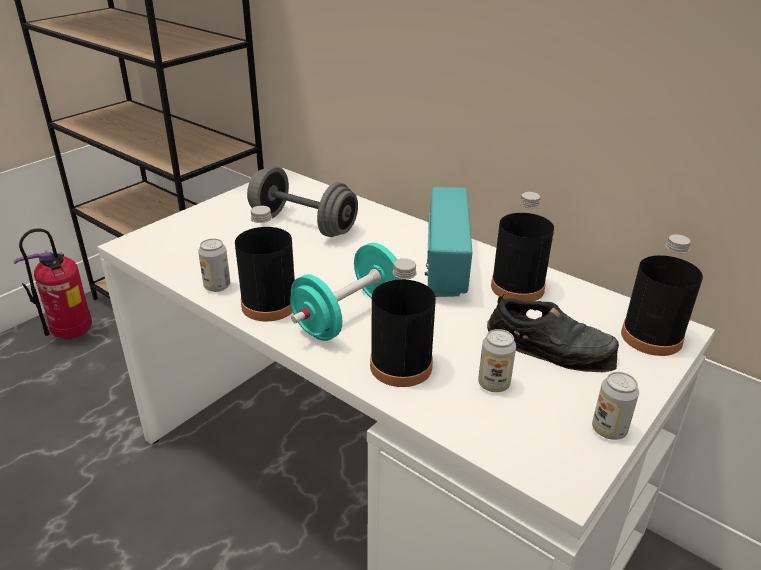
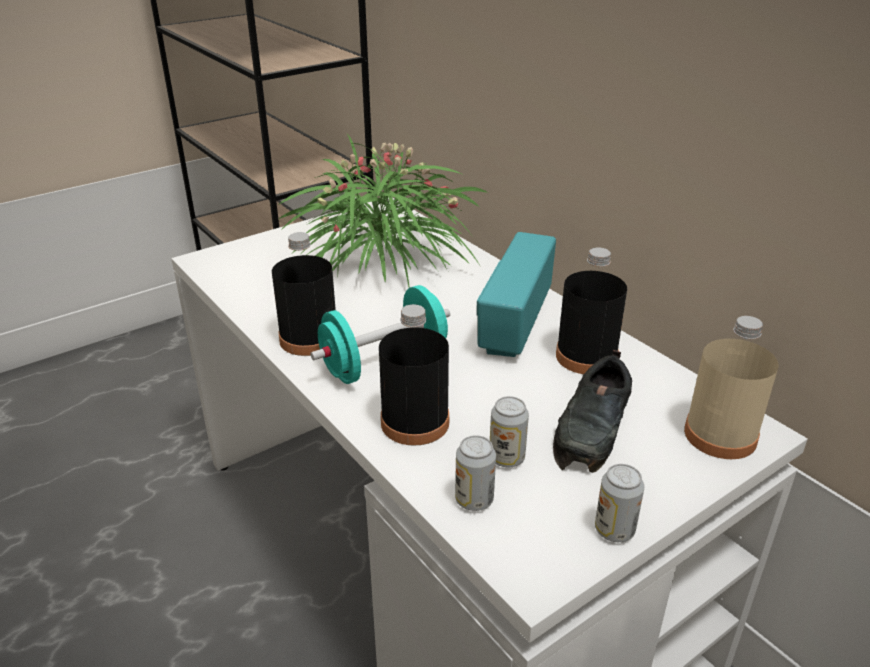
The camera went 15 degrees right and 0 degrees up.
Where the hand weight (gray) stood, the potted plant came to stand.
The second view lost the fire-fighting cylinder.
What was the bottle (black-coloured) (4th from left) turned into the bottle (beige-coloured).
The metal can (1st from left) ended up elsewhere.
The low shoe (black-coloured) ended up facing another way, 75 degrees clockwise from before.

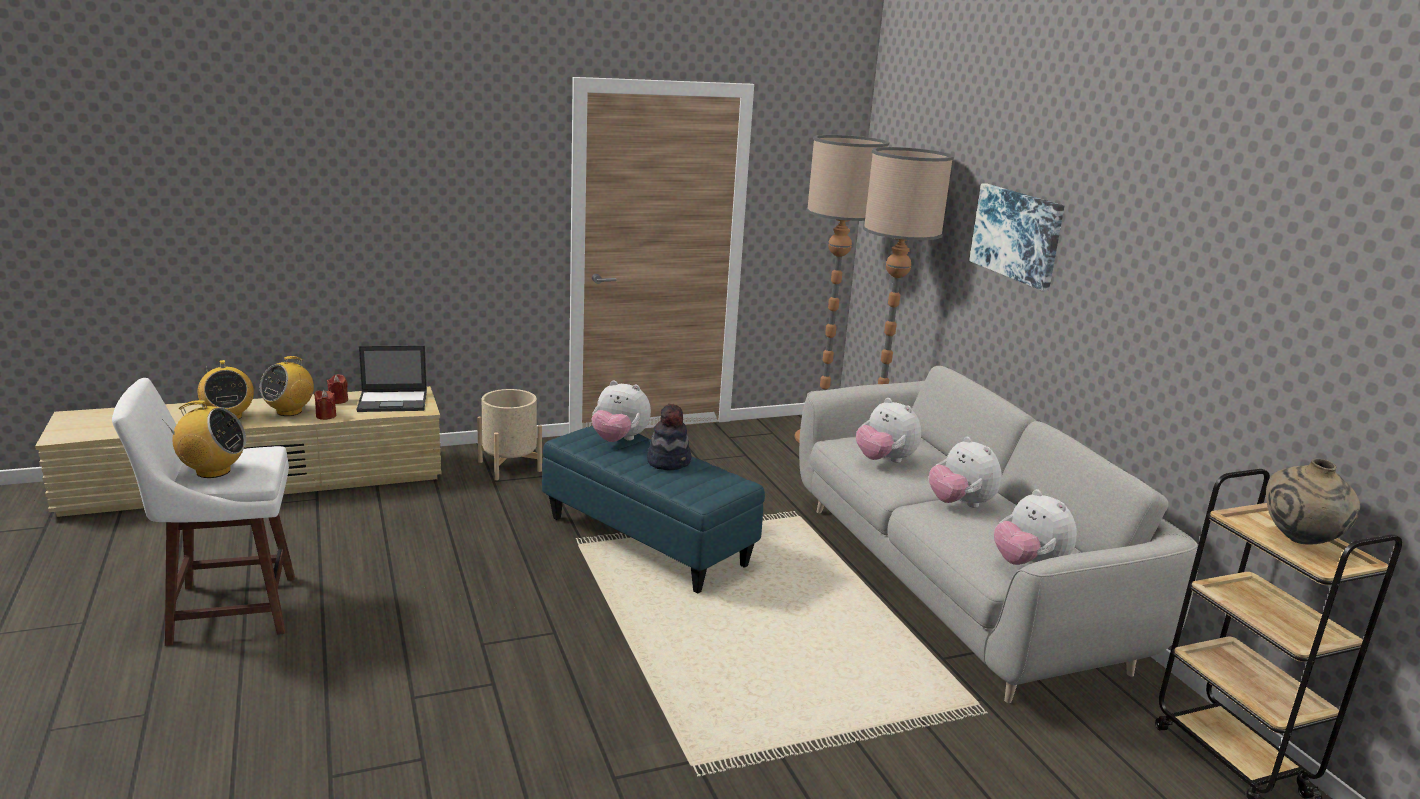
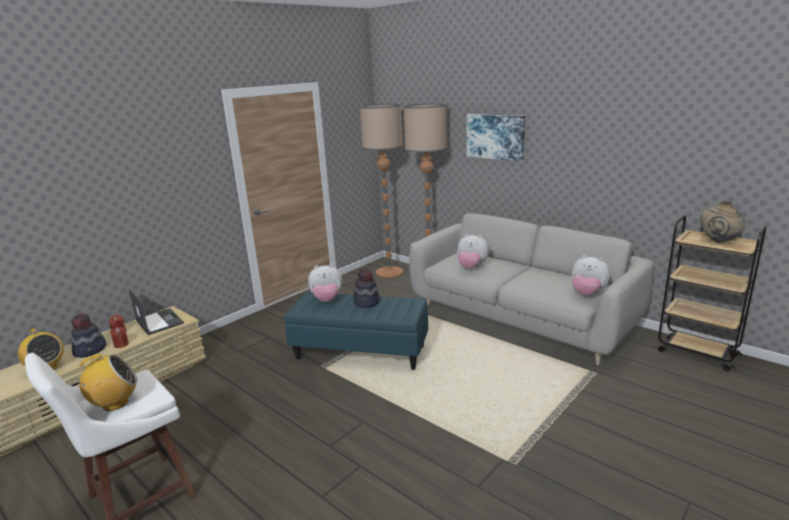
The camera went 25 degrees left and 0 degrees up.
The notebook computer ended up facing another way, 90 degrees counterclockwise from before.
Where the radio set (3rd from left) stood, the hat (1st from left) came to stand.
The second view lost the plant pot (beige-coloured).
The second view lost the plush toy (3rd from left).

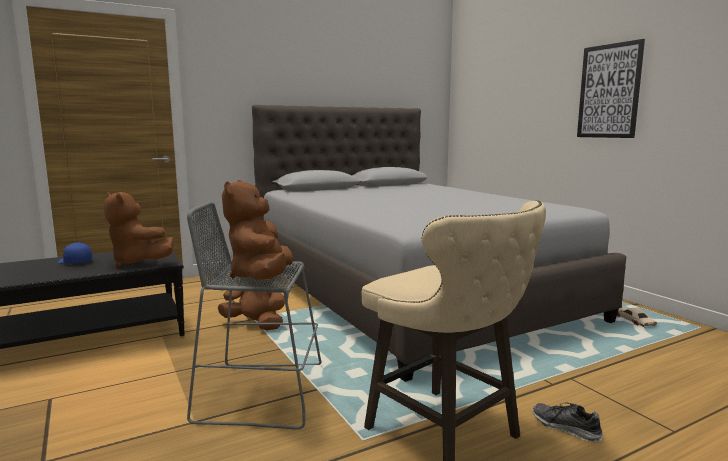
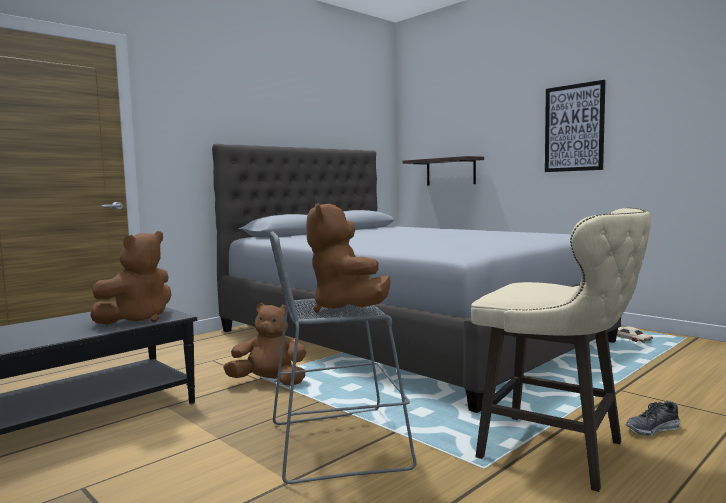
The camera went 15 degrees left and 5 degrees down.
The plush toy (brown) (1st from left) ended up facing another way, 75 degrees counterclockwise from before.
The second view lost the baseball cap (blue-coloured).
The low shoe ended up facing another way, 45 degrees counterclockwise from before.
The second view gained the wall shelf.

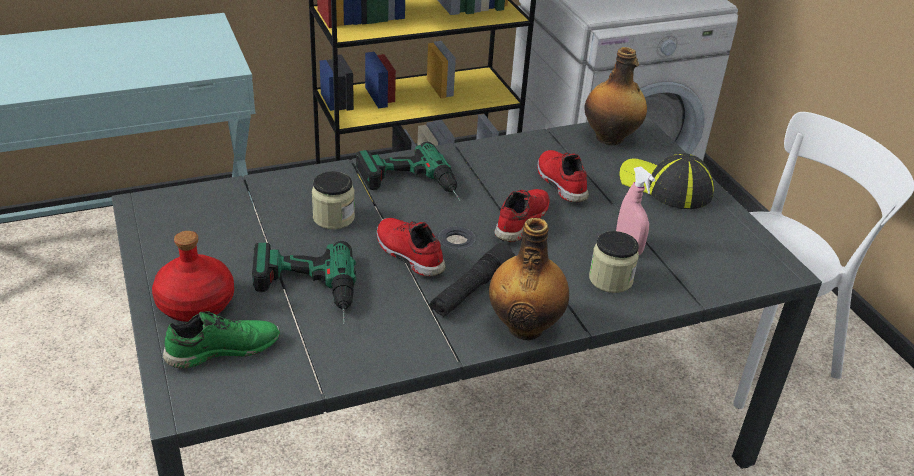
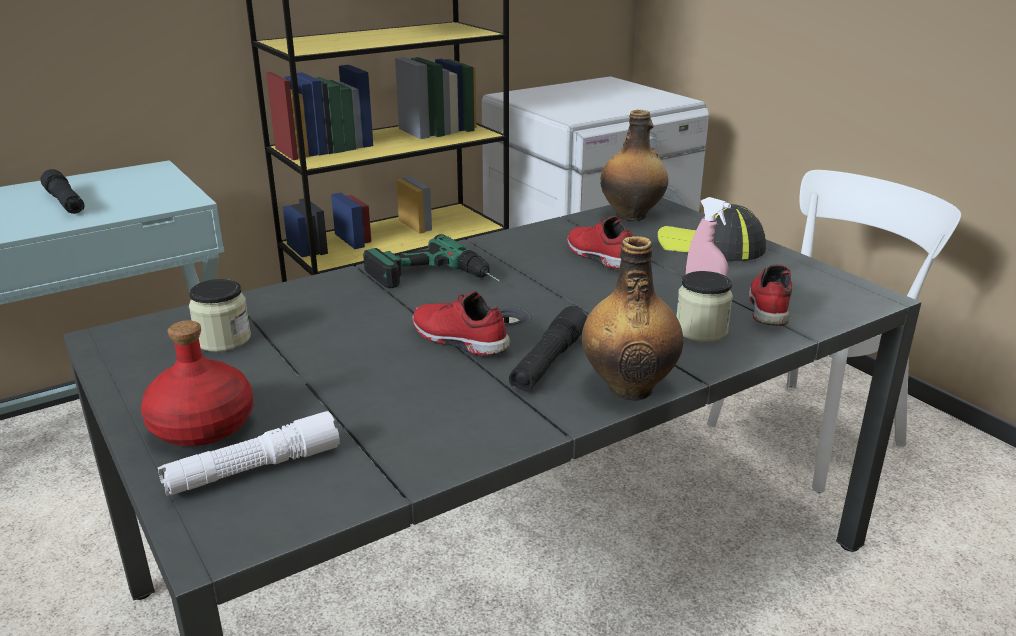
The camera went 10 degrees left and 10 degrees down.
The preserve jar (1st from left) ended up elsewhere.
The low shoe (reddish) (2nd from left in the first image) ended up elsewhere.
The second view lost the electric drill (1st from left).
Where the low shoe (greenish) stood, the hand torch (white) came to stand.
The second view gained the hand torch (black-coloured) (1st from left).

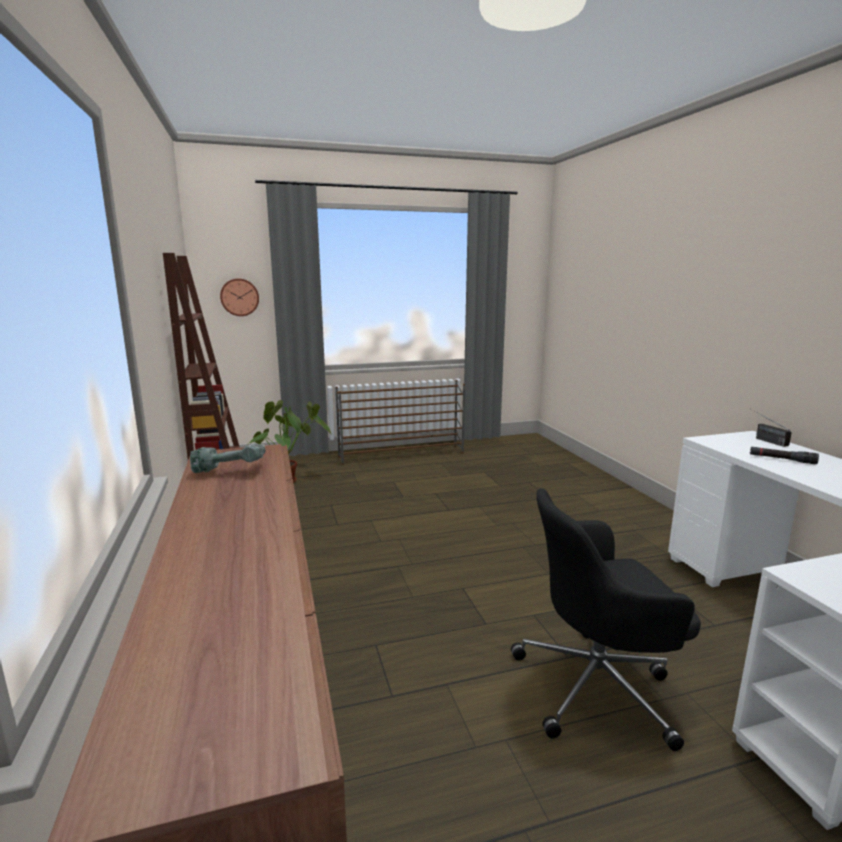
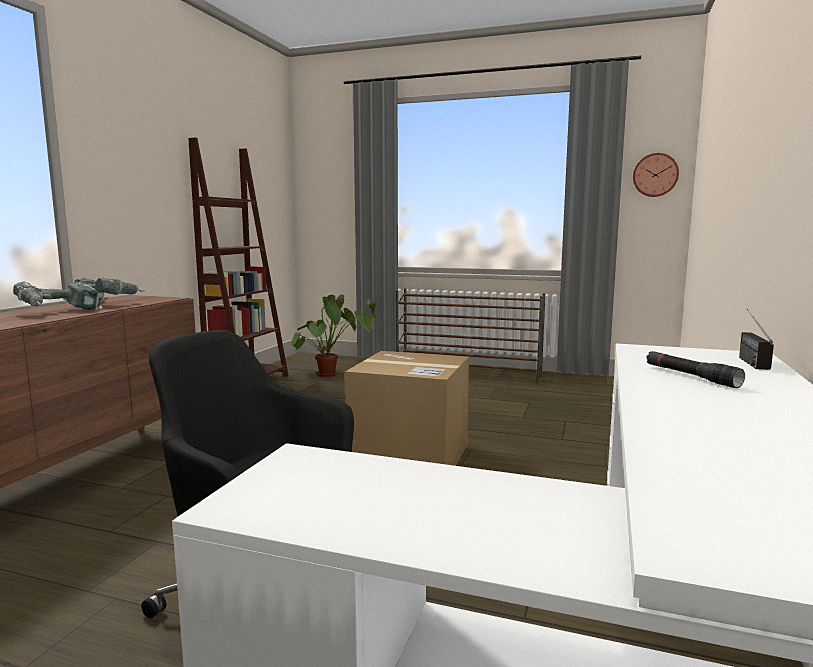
The camera went 35 degrees right and 5 degrees down.
The hanging clock ended up elsewhere.
The second view gained the electric drill (1st from left).
The second view gained the packing box.

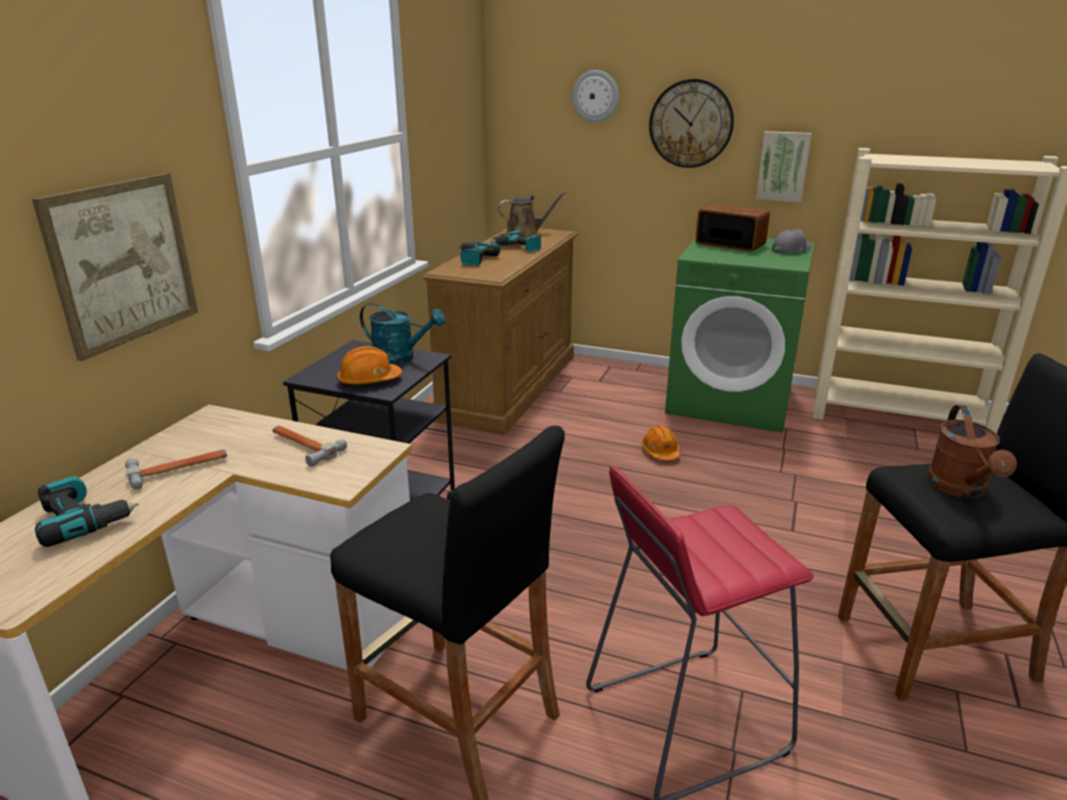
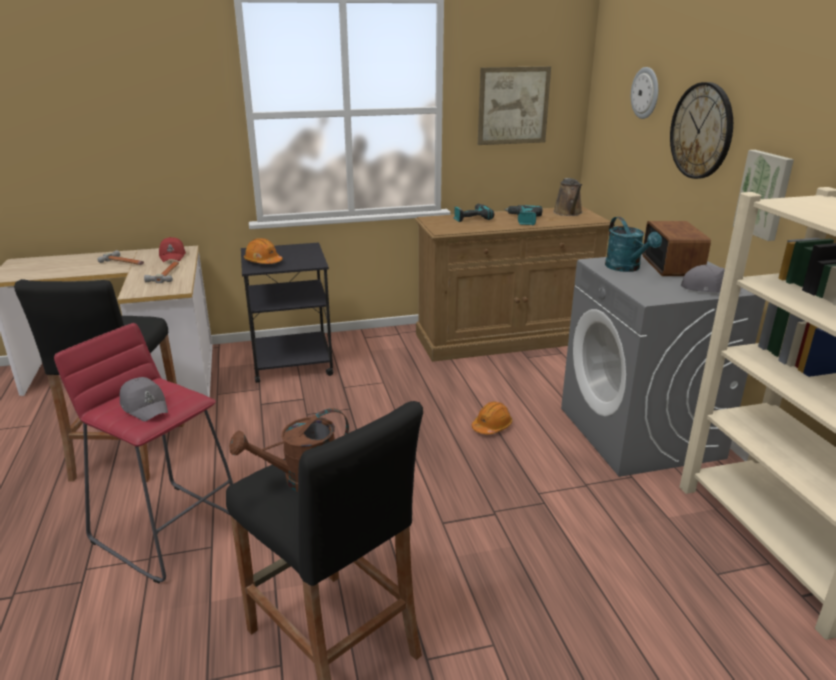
The camera went 55 degrees right and 0 degrees up.
The wall picture (1st from left) ended up elsewhere.
The watering can (brown) (1st from left in the first image) ended up facing another way, 45 degrees clockwise from before.
What was the laundry appliance (greenish) turned into the laundry appliance (gray).
The watering can (blue-green) ended up elsewhere.
The second view lost the electric drill (1st from left).
The second view gained the baseball cap (reddish).
The second view gained the baseball cap (gray) (1st from left).

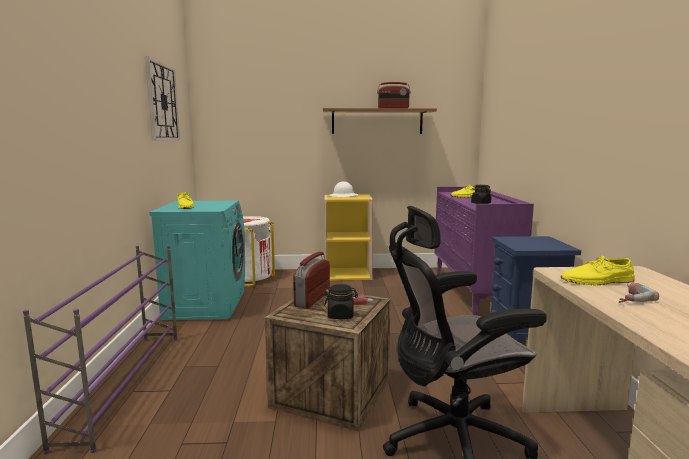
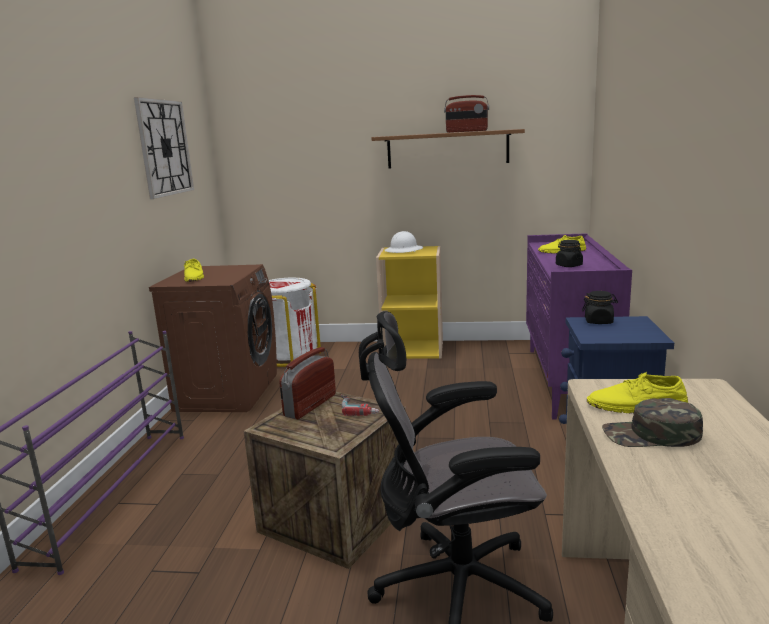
The camera went 10 degrees right and 5 degrees up.
What was the laundry appliance (blue-green) turned into the laundry appliance (brown).
Where the electric drill (2nd from left) stood, the baseball cap (greenish) came to stand.
The preserve jar (black-coloured) (1st from left in the first image) ended up elsewhere.

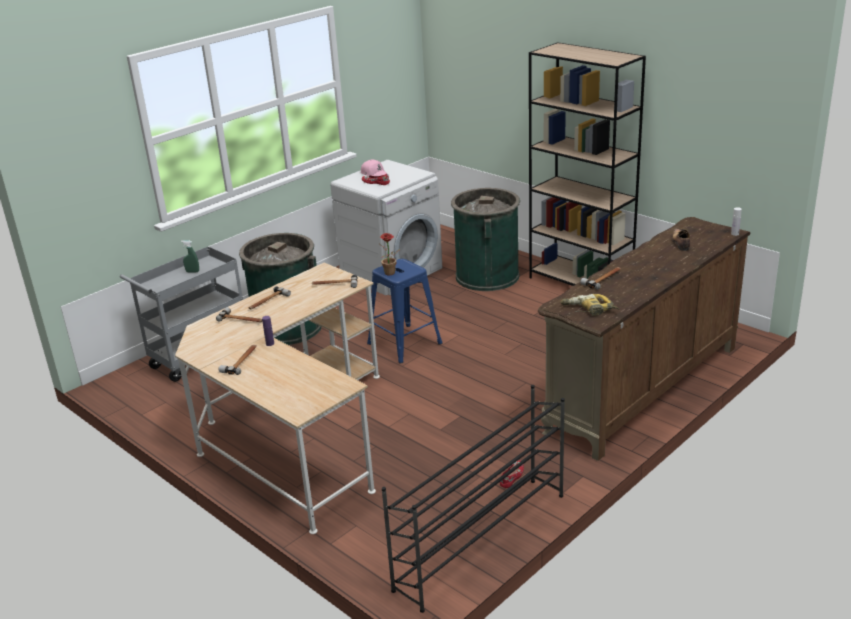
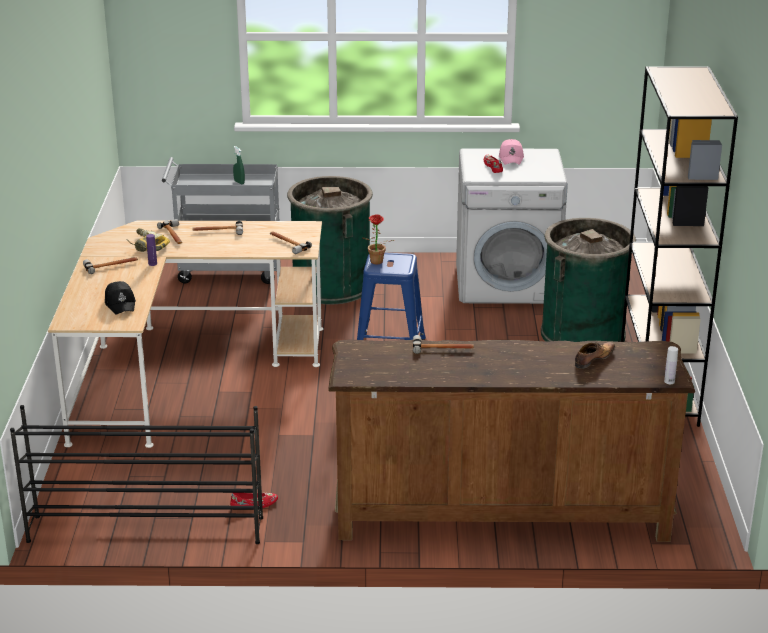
The camera went 45 degrees right and 0 degrees up.
The electric drill ended up elsewhere.
The second view gained the baseball cap (black-coloured).

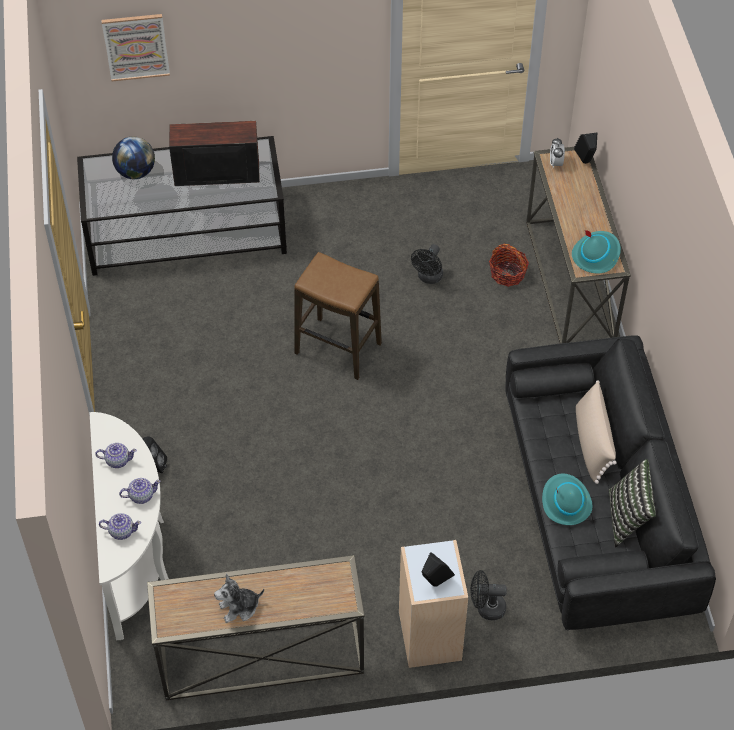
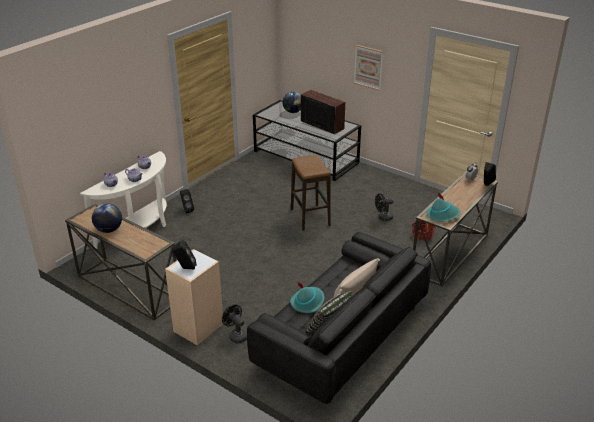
The camera went 45 degrees right and 20 degrees down.
The wall picture ended up elsewhere.
Where the plush toy stood, the desk globe (1st from left) came to stand.

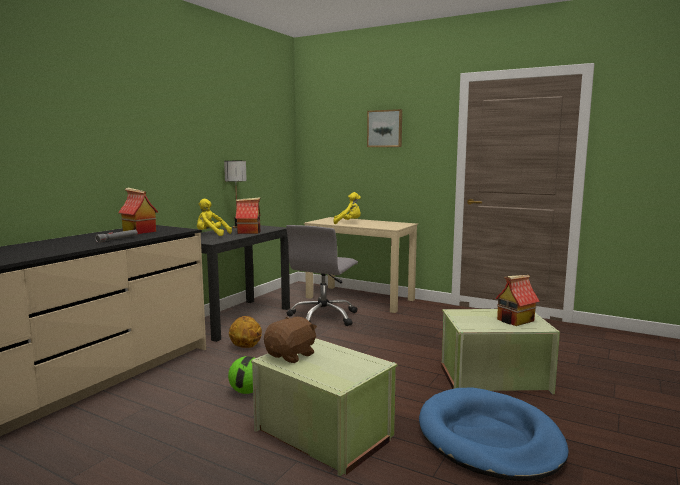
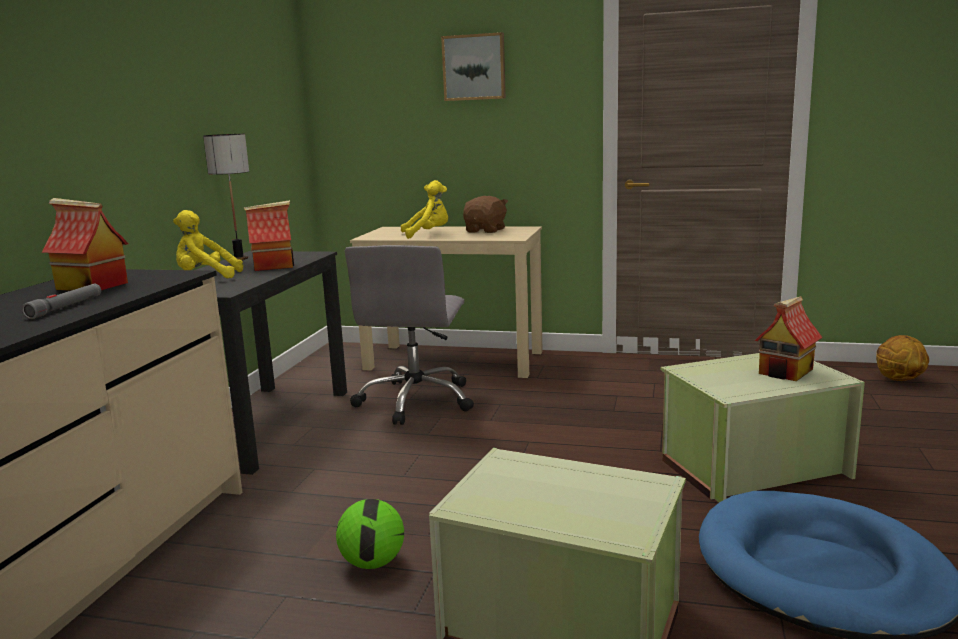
The camera went 15 degrees left and 5 degrees up.
The ball for basketball ended up elsewhere.
The plush toy (brown) ended up elsewhere.

